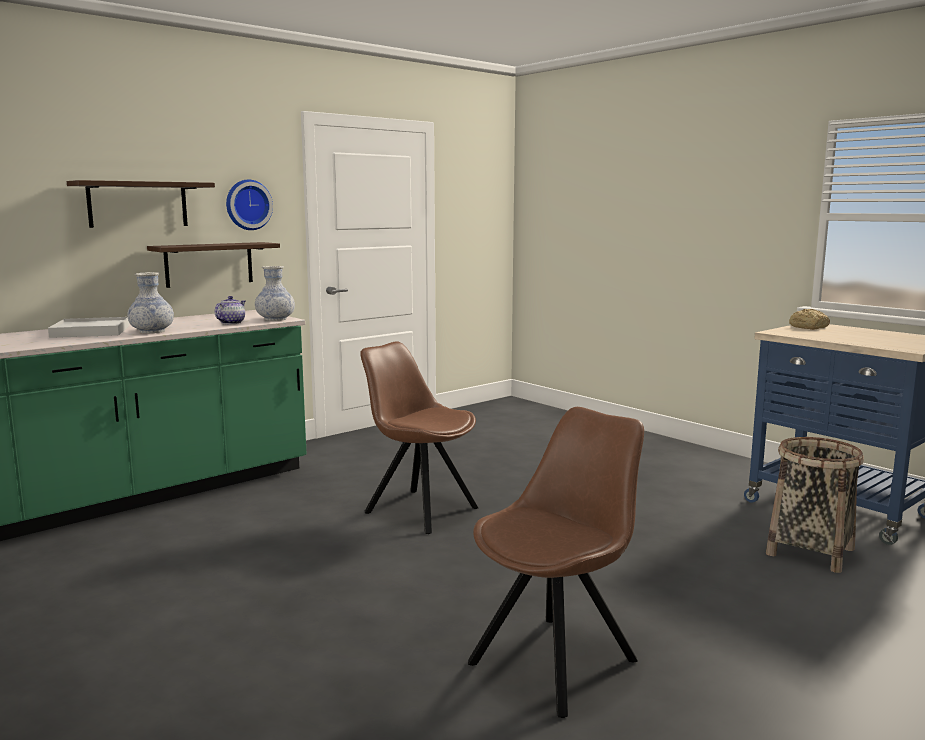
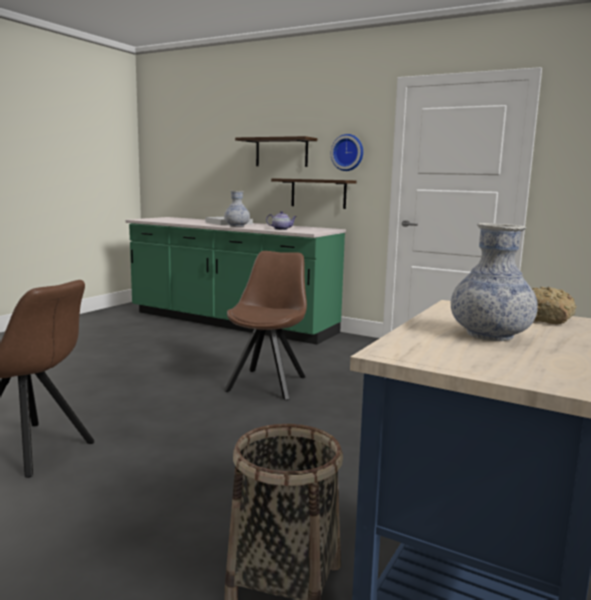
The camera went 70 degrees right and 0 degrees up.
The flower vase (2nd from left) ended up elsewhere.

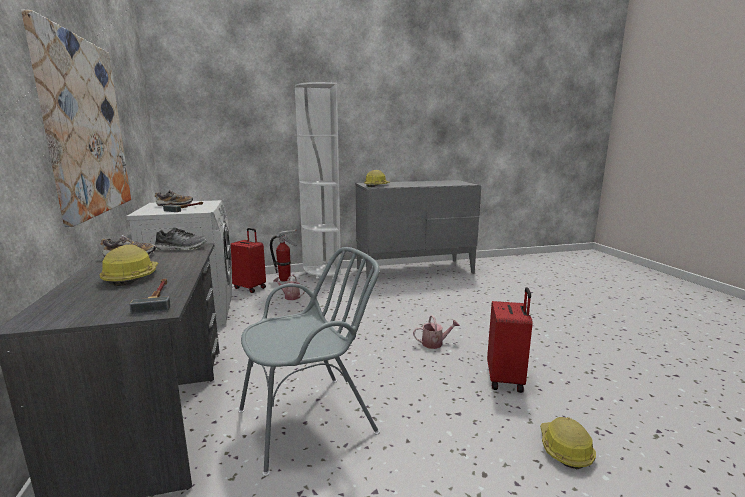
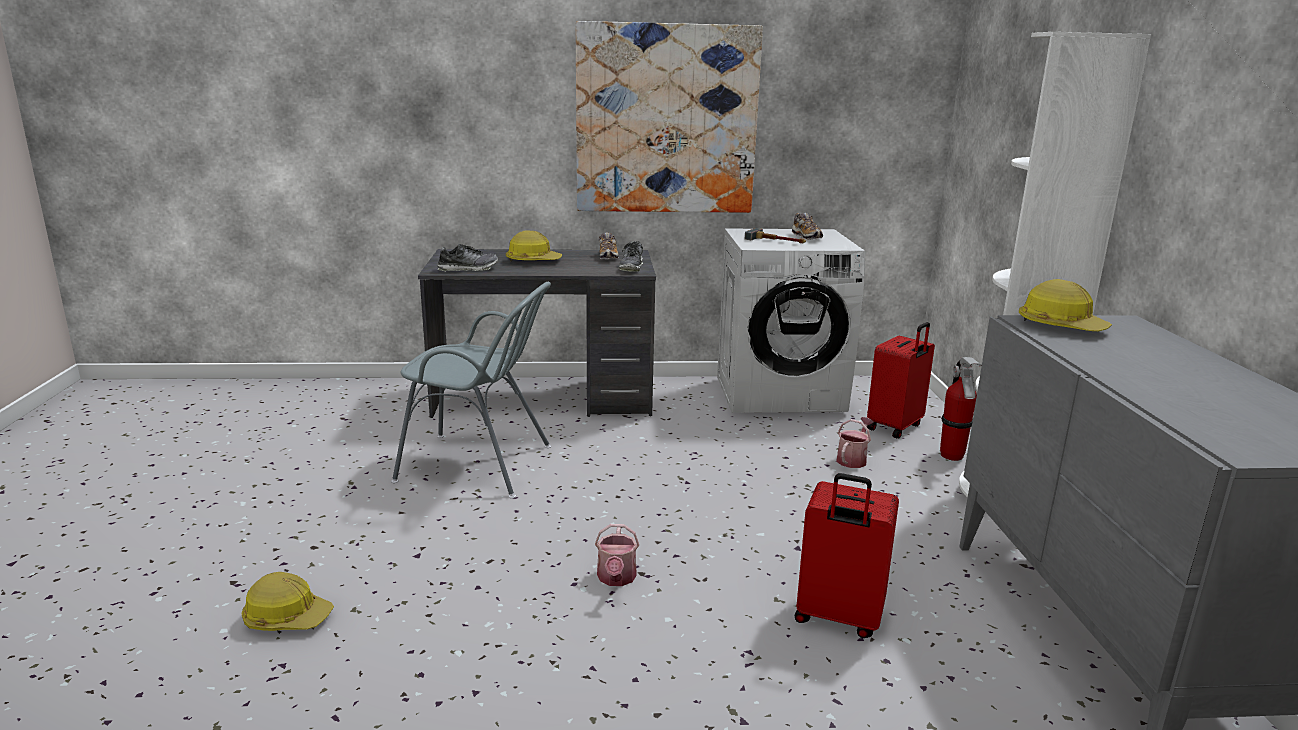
The camera went 100 degrees right and 5 degrees up.
The plain chair (gray) ended up facing another way, 60 degrees counterclockwise from before.
Where the hand hammer (1st from left) stood, the low shoe (1st from left) came to stand.
The suitcase (reddish) (2nd from left in the first image) ended up elsewhere.

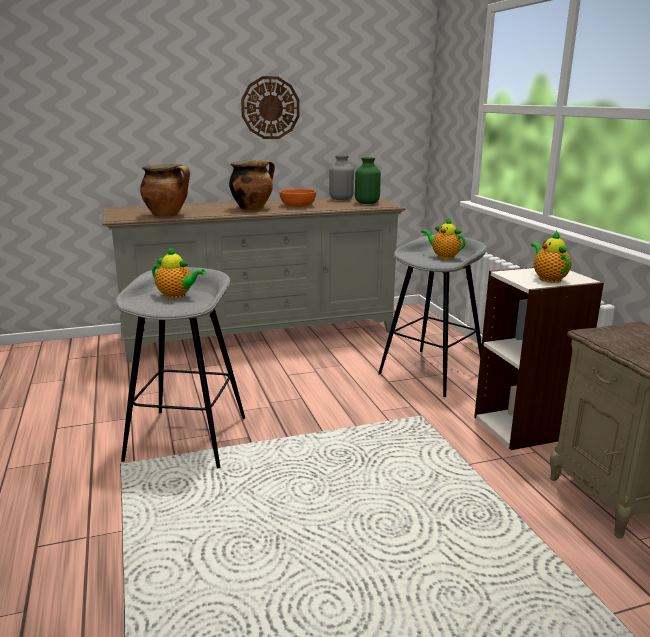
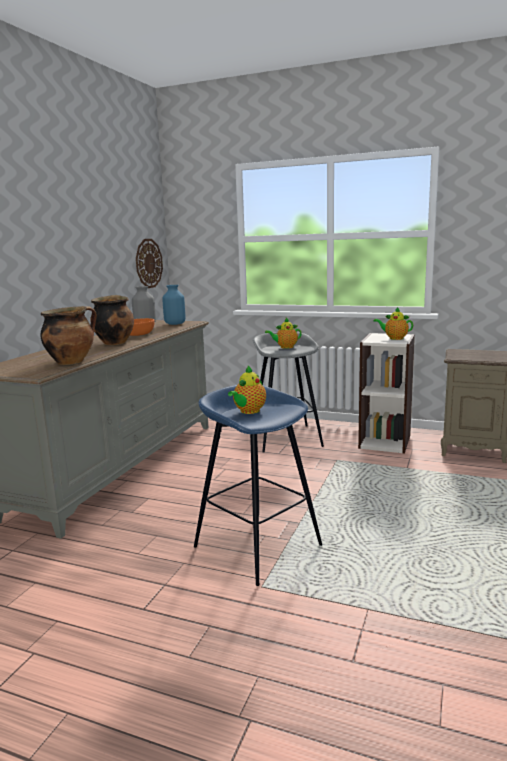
The camera went 50 degrees left and 5 degrees down.
The hanging clock ended up elsewhere.
What was the flower vase (greenish) turned into the flower vase (blue-coloured).
The tea pot (1st from left) ended up facing another way, 150 degrees clockwise from before.
What was the sitting stool (gray) (1st from left) turned into the sitting stool (blue-coloured).

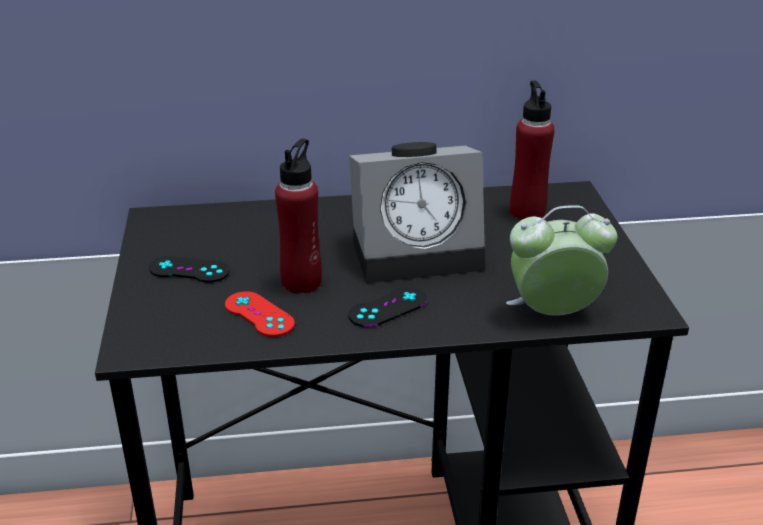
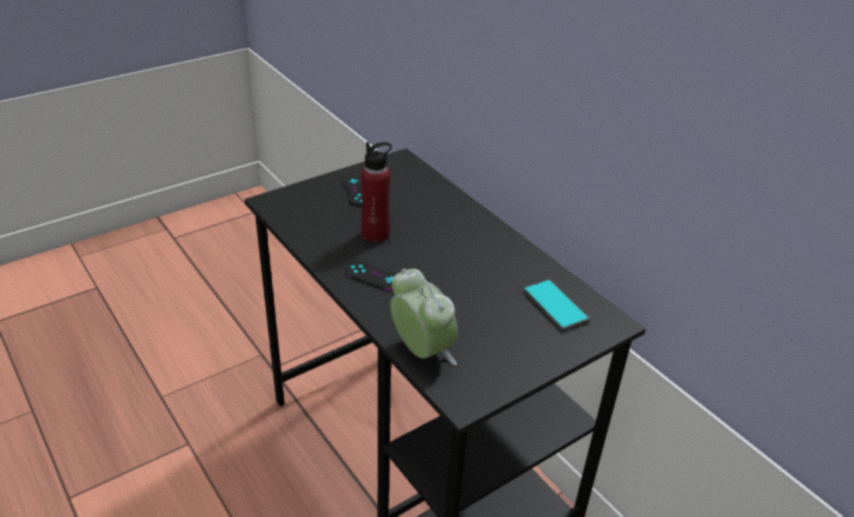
The camera went 60 degrees right and 5 degrees up.
Where the bottle (reddish) (2nd from left) stood, the phone came to stand.
The second view lost the alarm clock (1st from left).
The second view lost the game controller (reddish).

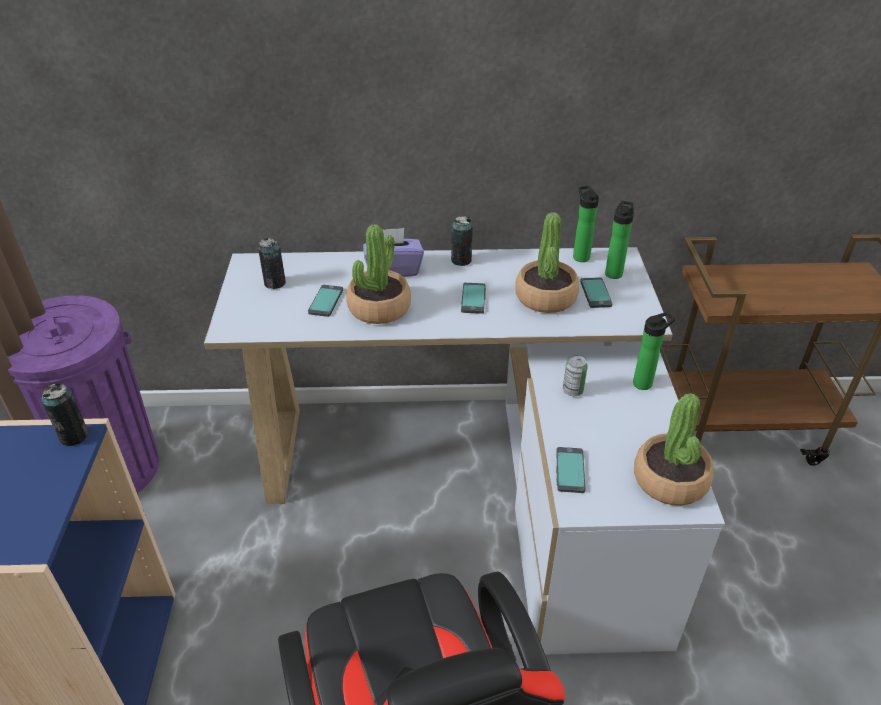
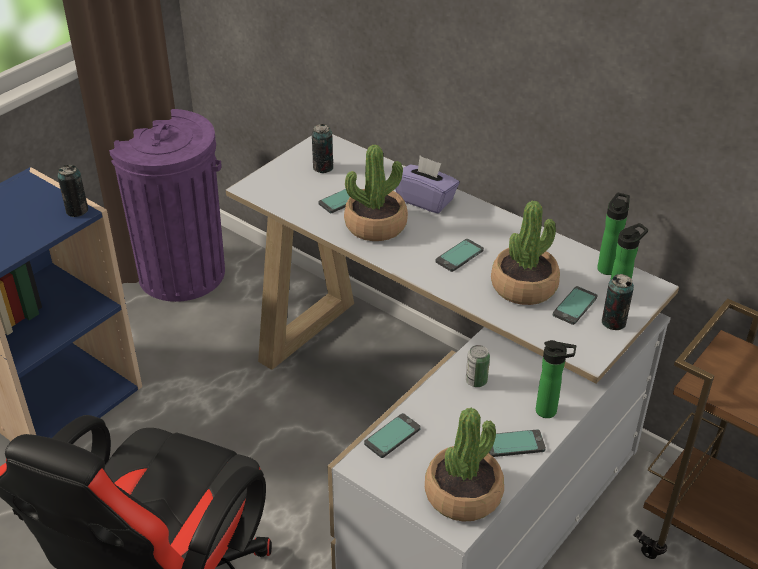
The camera went 40 degrees right and 0 degrees up.
The metal can (3rd from left in the first image) ended up elsewhere.
The second view gained the phone (4th from left).

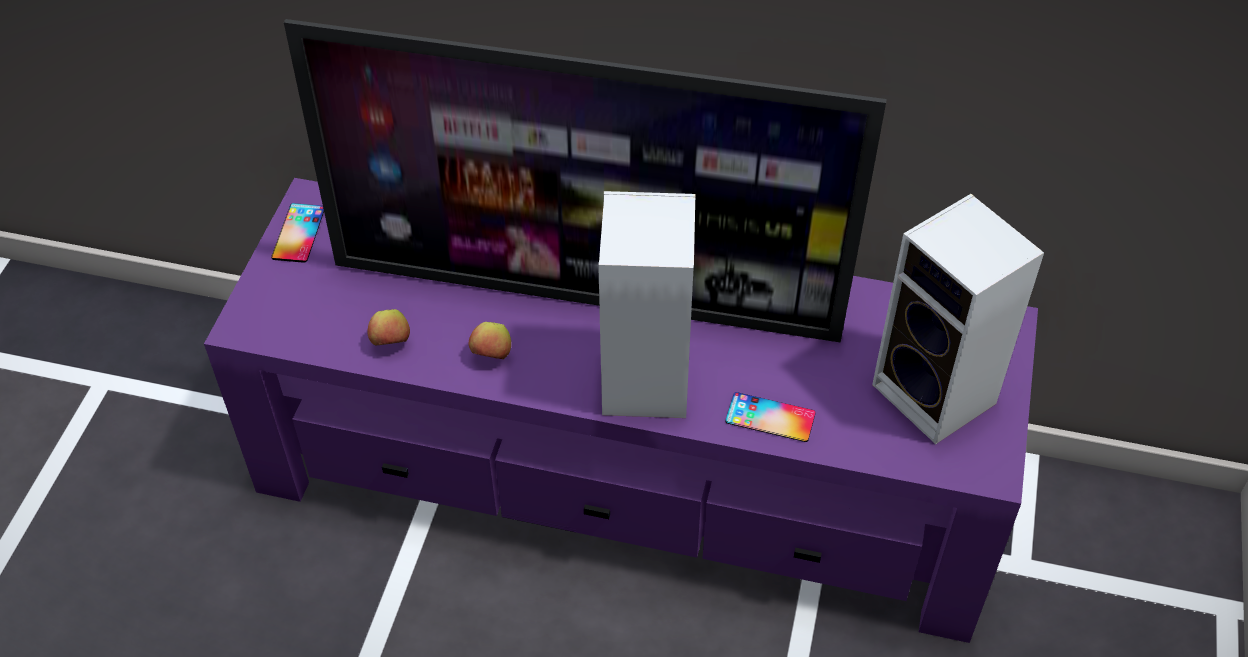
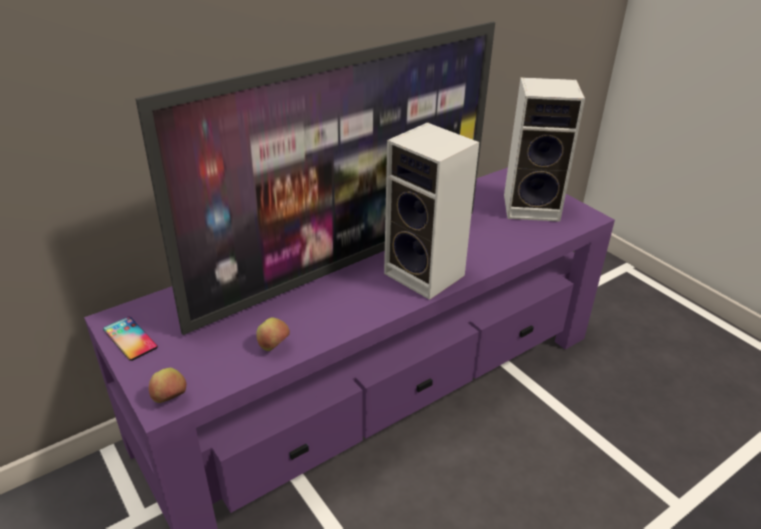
The camera went 50 degrees left and 15 degrees down.
The whole apple (2nd from left in the first image) ended up elsewhere.
The second view lost the phone (2nd from left).

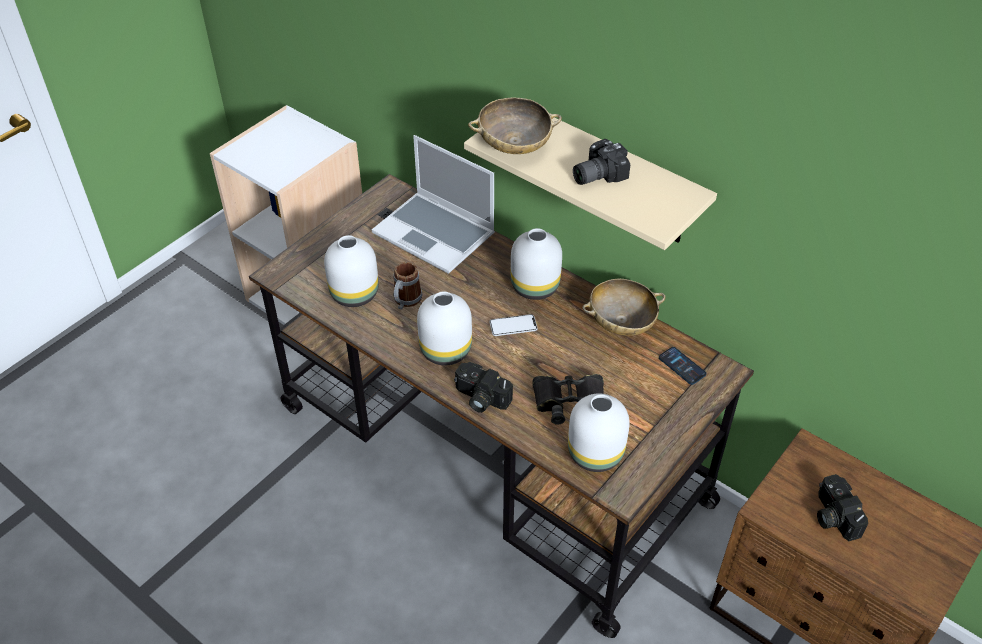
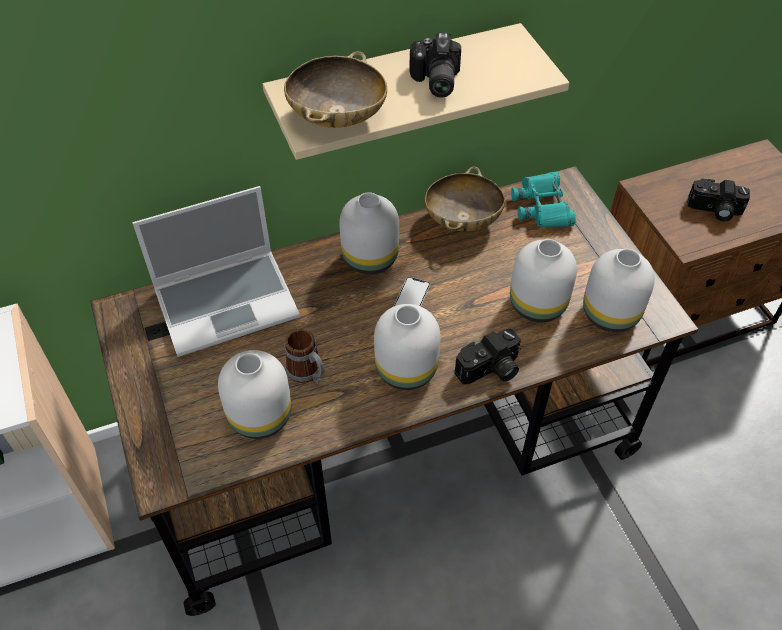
The camera went 60 degrees left and 5 degrees up.
Where the phone (2nd from left) stood, the pair of binoculars (blue-green) came to stand.
Where the pair of binoculars (black-coloured) stood, the flower vase (white) (4th from left) came to stand.

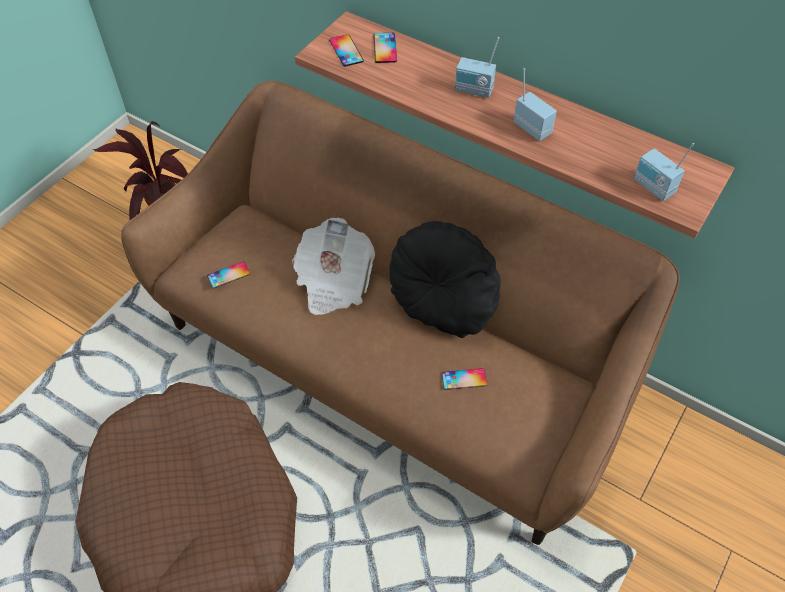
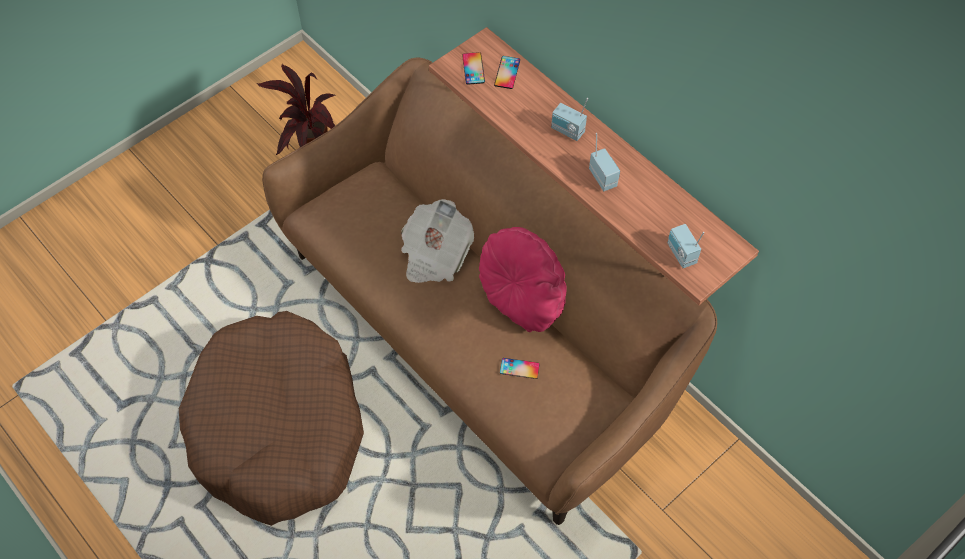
The camera went 15 degrees right and 5 degrees up.
What was the throw pillow (black-coloured) turned into the throw pillow (pink).
The second view lost the phone (1st from left).

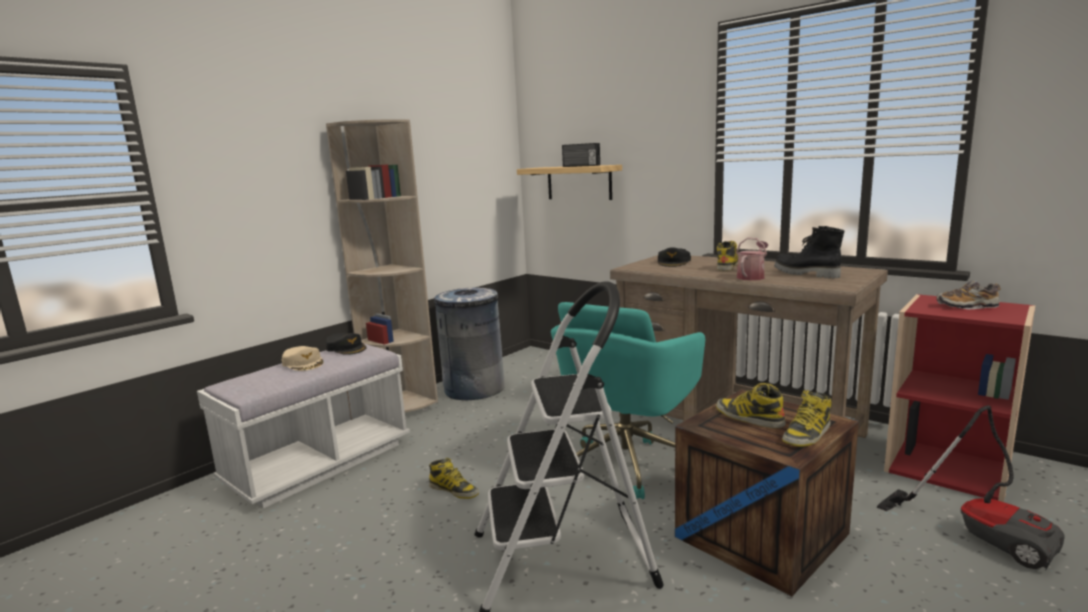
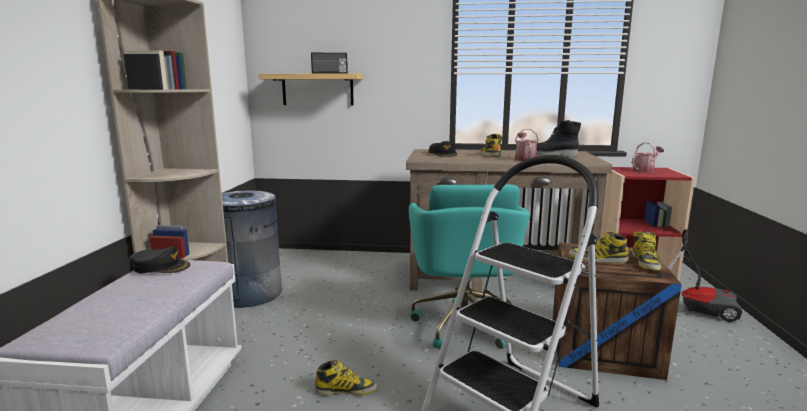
The camera went 35 degrees left and 0 degrees up.
Where the low shoe stood, the watering can (2nd from left) came to stand.
The second view lost the baseball cap (beige-coloured).

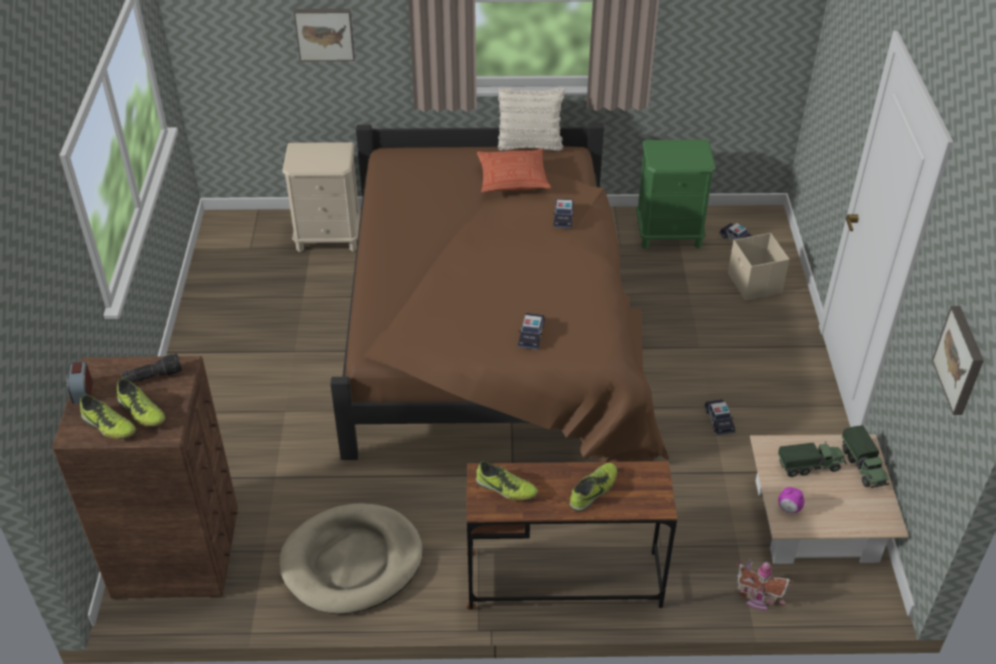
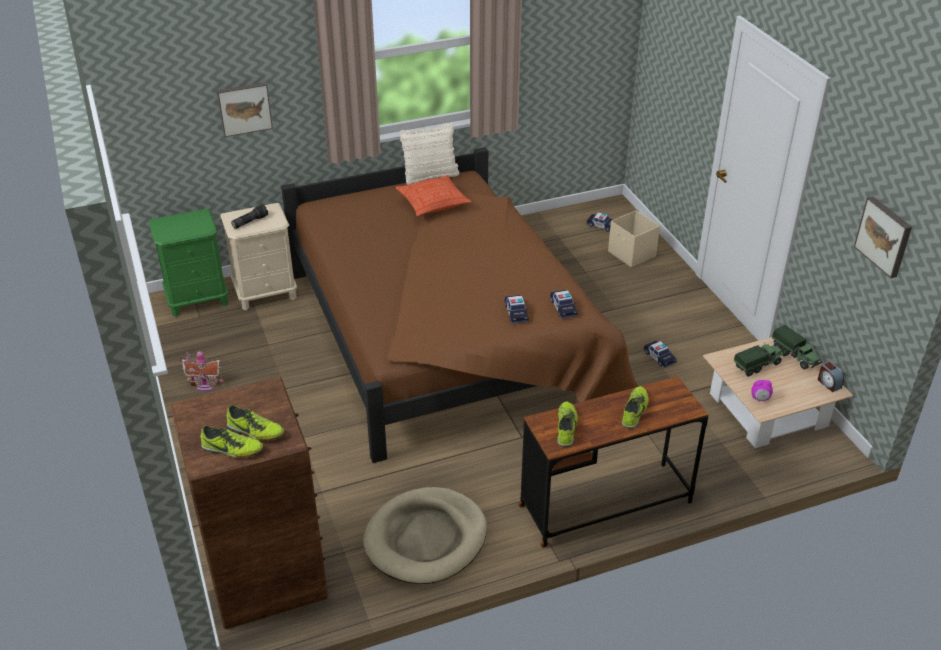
The camera went 20 degrees left and 5 degrees down.
The nightstand (greenish) ended up elsewhere.
The toy car (2nd from left) ended up elsewhere.
The hand torch ended up elsewhere.
The alarm clock (1st from left in the first image) ended up elsewhere.
The low shoe (3rd from left) ended up facing another way, 90 degrees counterclockwise from before.
The toy house ended up elsewhere.

